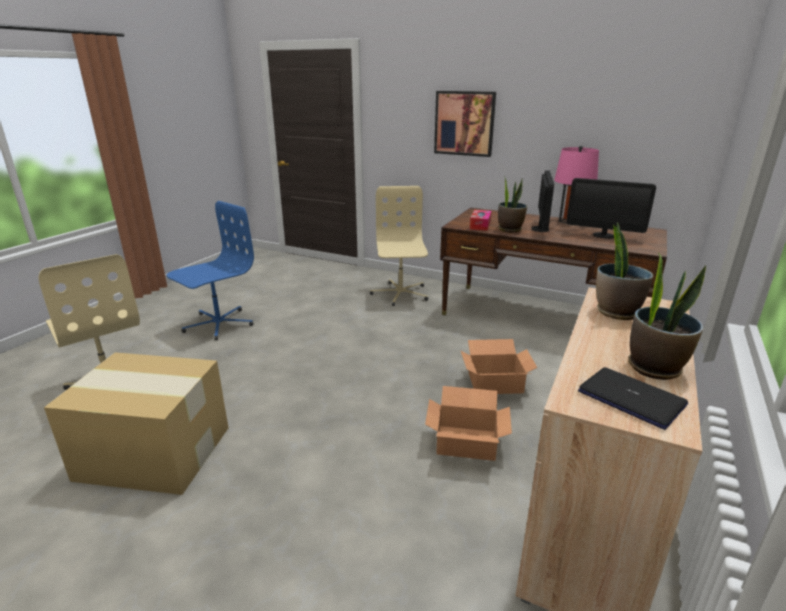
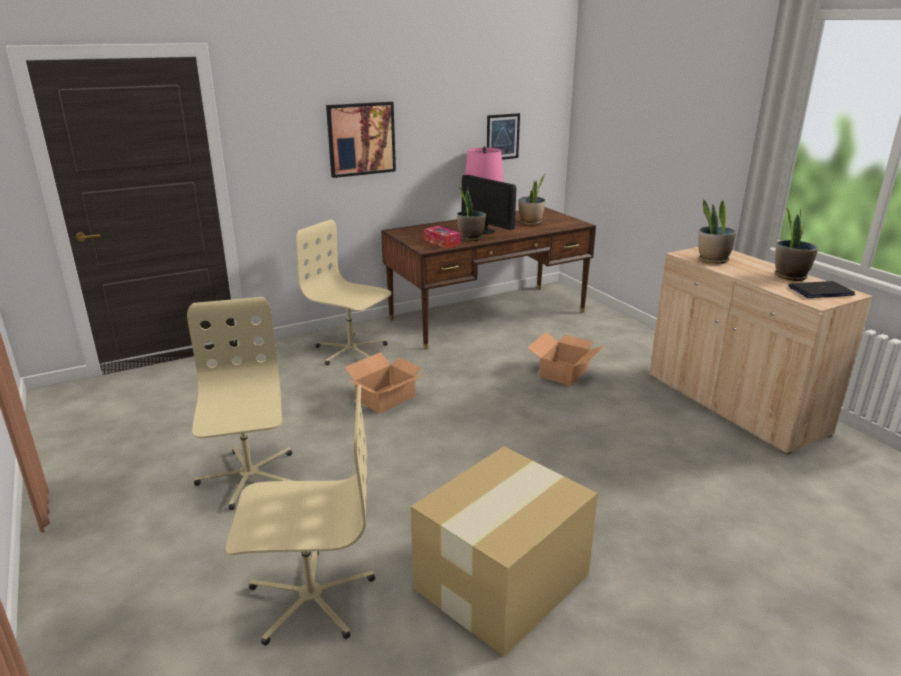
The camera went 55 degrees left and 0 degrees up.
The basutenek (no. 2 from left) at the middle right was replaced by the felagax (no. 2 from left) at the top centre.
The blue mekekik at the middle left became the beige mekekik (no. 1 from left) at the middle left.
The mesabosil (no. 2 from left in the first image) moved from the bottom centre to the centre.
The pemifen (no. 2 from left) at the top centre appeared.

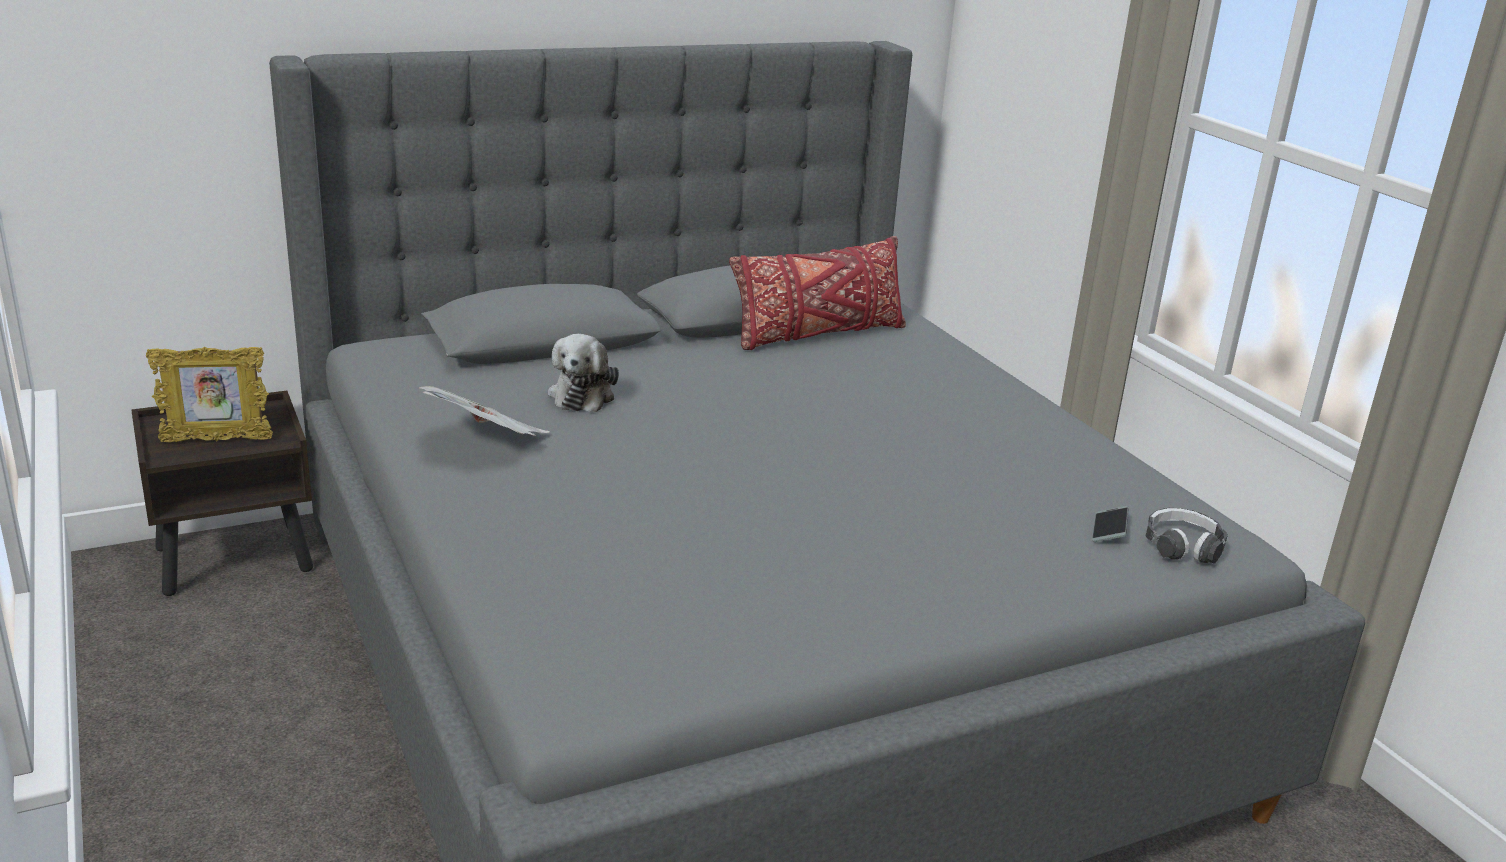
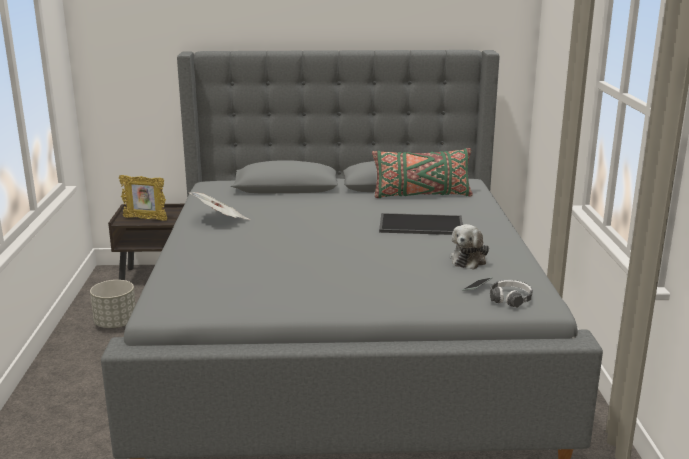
The camera went 25 degrees right and 5 degrees down.
The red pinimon at the centre became the green pinimon at the centre.
The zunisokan moved from the centre to the middle right.
The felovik at the centre appeared.
The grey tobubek at the middle left appeared.

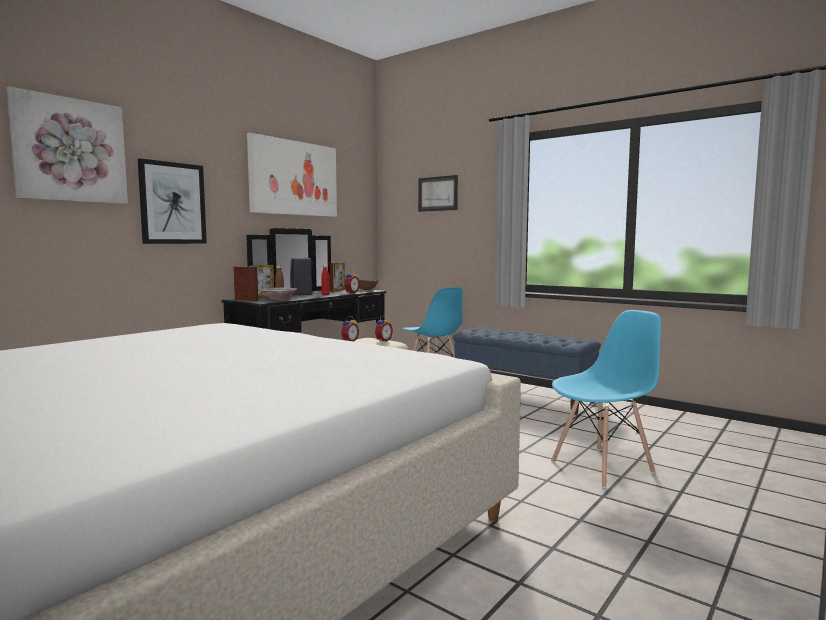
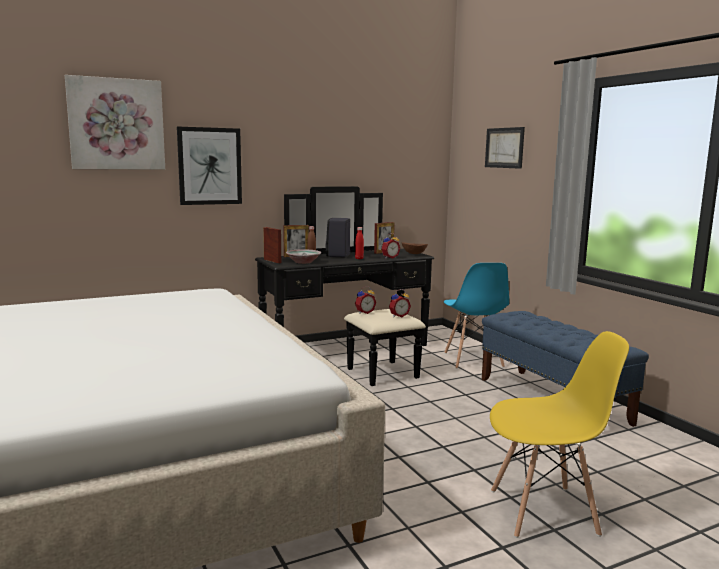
The camera went 25 degrees right and 5 degrees up.
The pemifen (no. 3 from left) at the top centre disappeared.
The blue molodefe (no. 2 from left) at the middle right became the yellow molodefe at the bottom right.

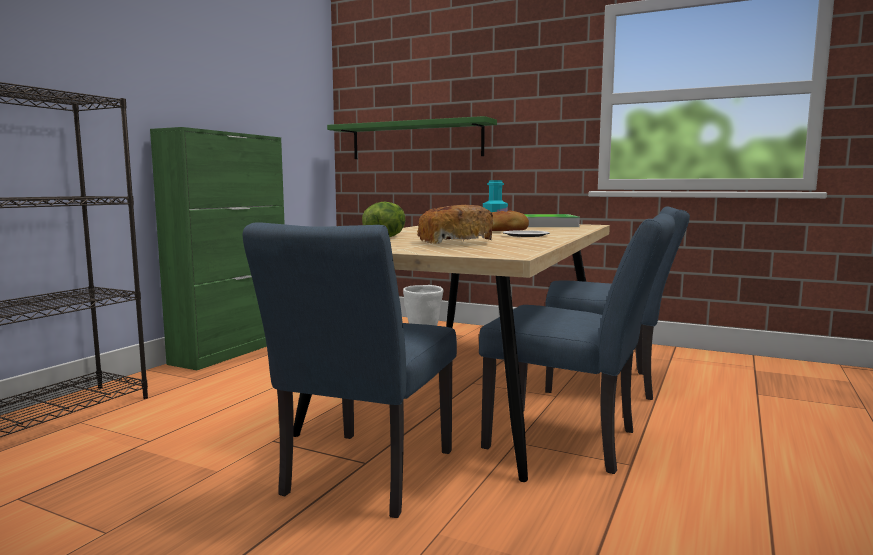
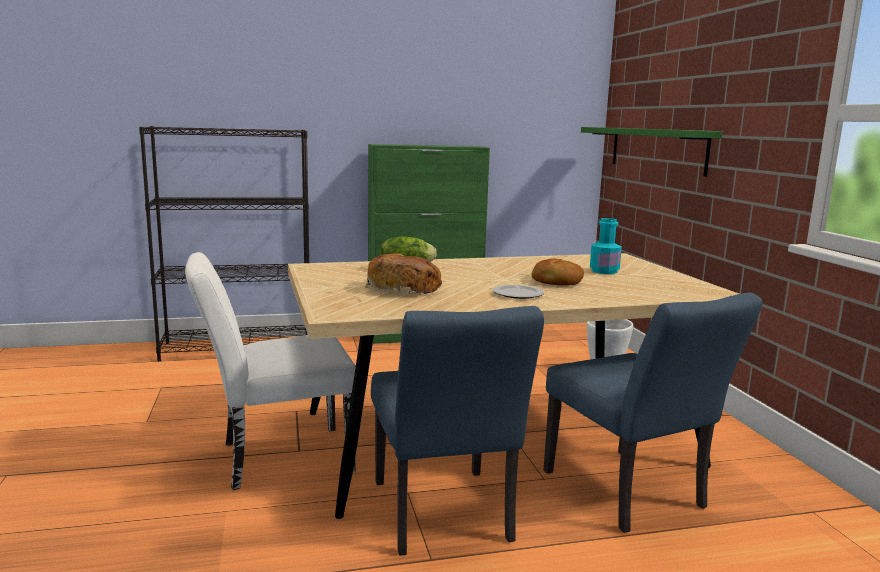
The camera went 50 degrees right and 5 degrees up.
The felovik at the centre disappeared.
The blue molodefe (no. 1 from left) at the bottom centre became the white molodefe at the middle left.

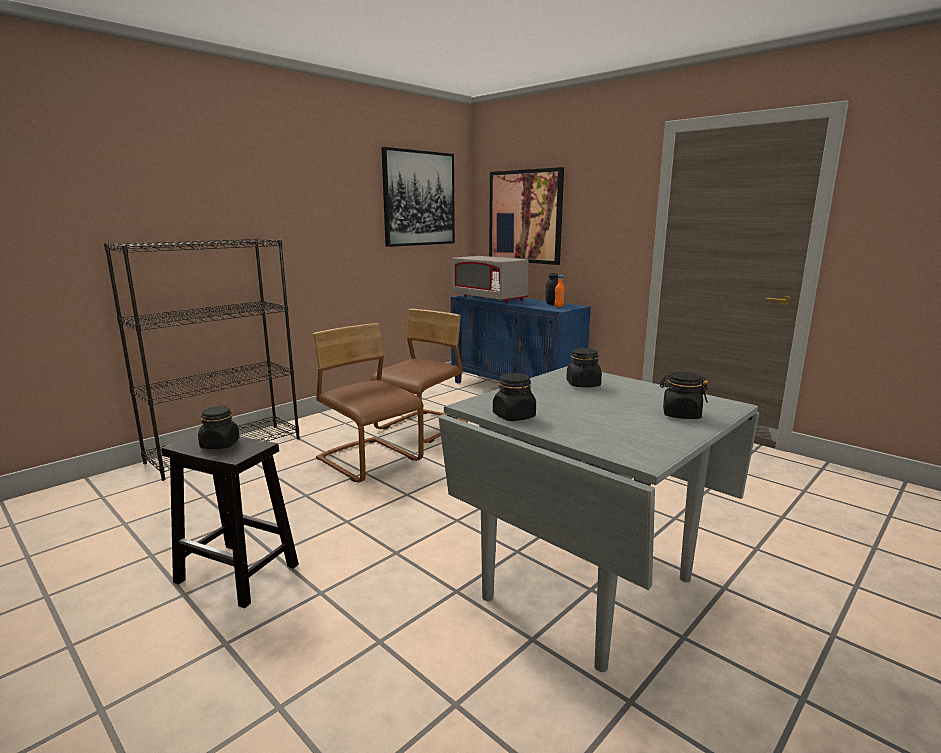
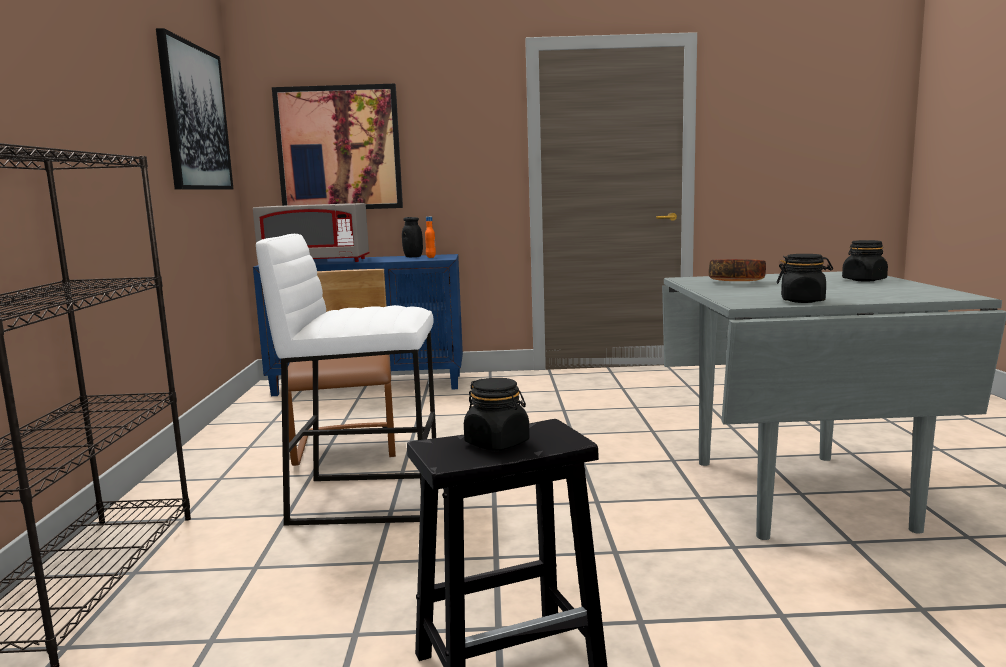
The camera went 45 degrees left and 5 degrees down.
The brown molodefe (no. 1 from left) at the centre was replaced by the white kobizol at the centre.
The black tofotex (no. 4 from left) at the centre was replaced by the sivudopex at the middle right.

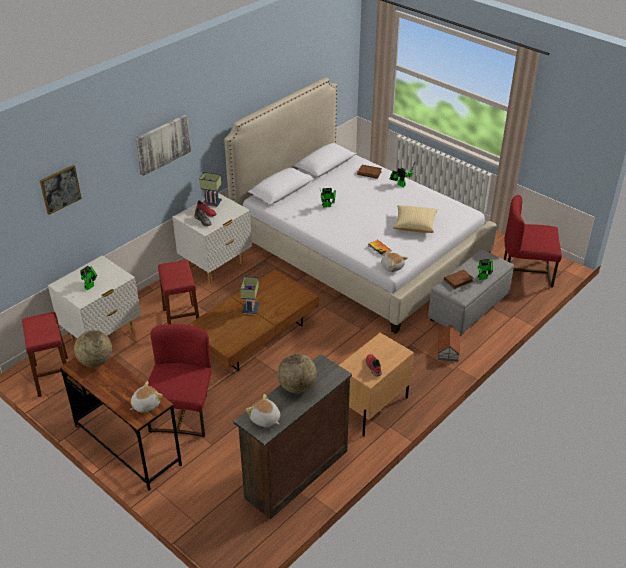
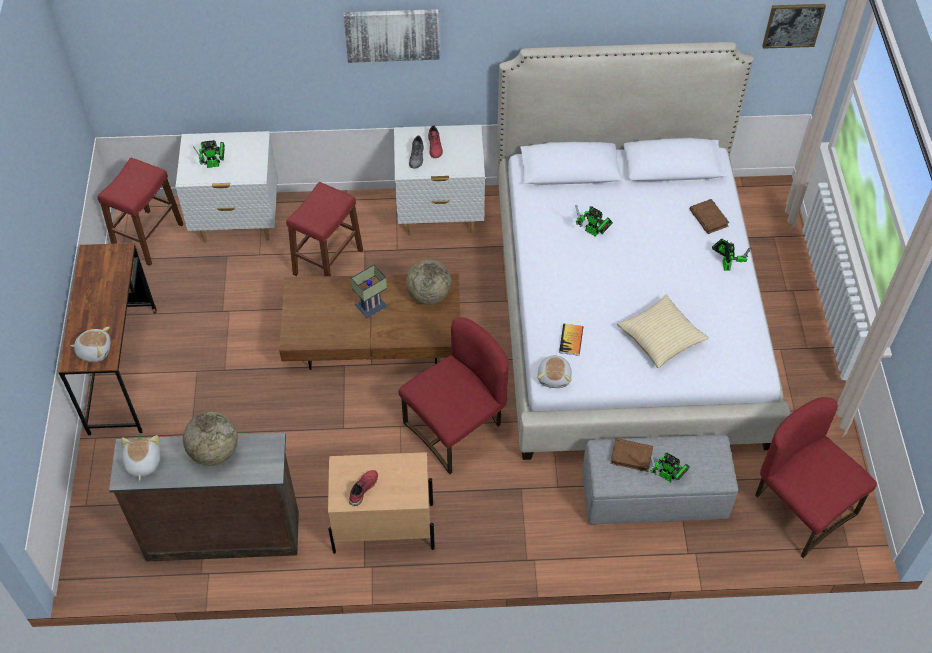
The camera went 45 degrees right and 15 degrees up.
The pemifen (no. 1 from left in the first image) moved from the middle left to the top right.
The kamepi (no. 1 from left) at the top centre disappeared.
The red molodefe (no. 1 from left) moved from the bottom left to the centre.
The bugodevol at the middle right disappeared.
The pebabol (no. 1 from left in the first image) moved from the middle left to the centre.

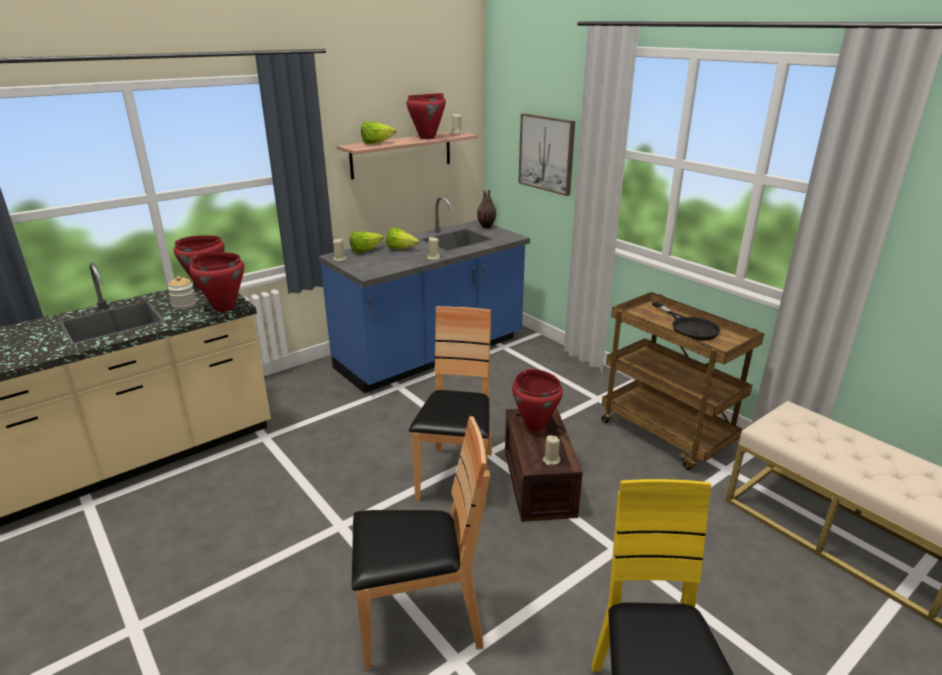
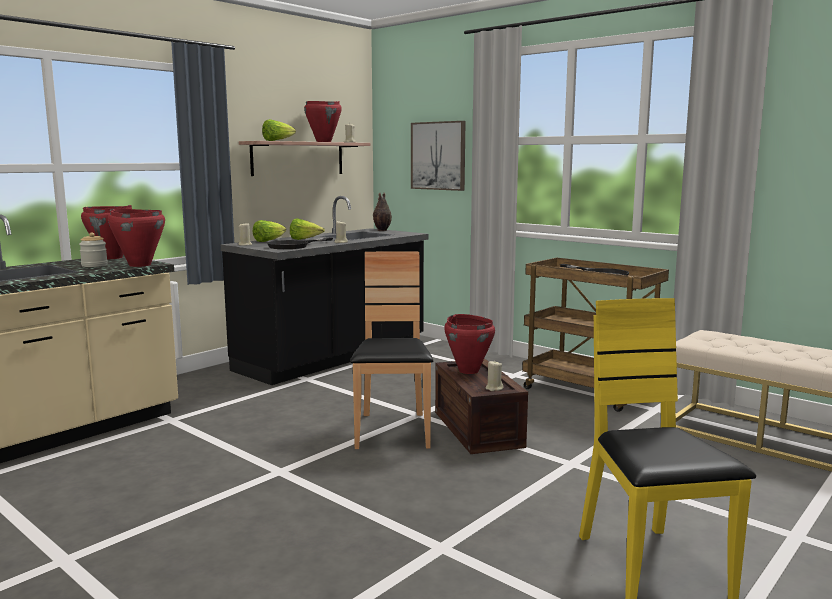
The camera went 10 degrees left and 15 degrees down.
The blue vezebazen at the centre became the black vezebazen at the centre.
The brown molodefe (no. 1 from left) at the bottom centre disappeared.
The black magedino (no. 1 from left) at the centre appeared.

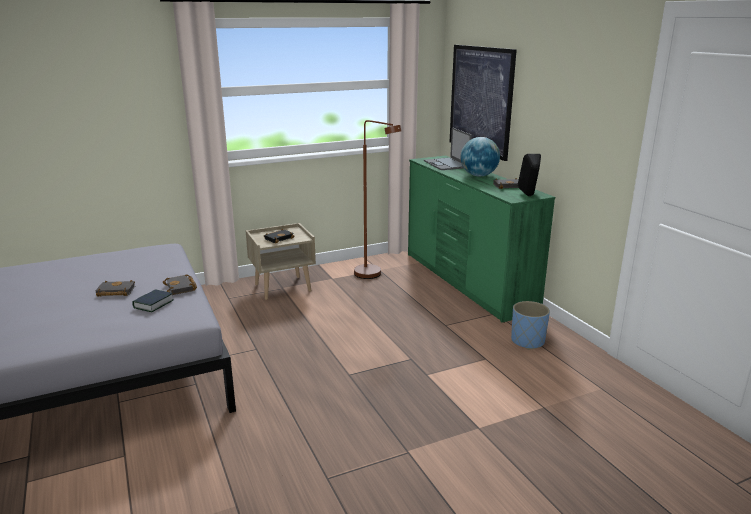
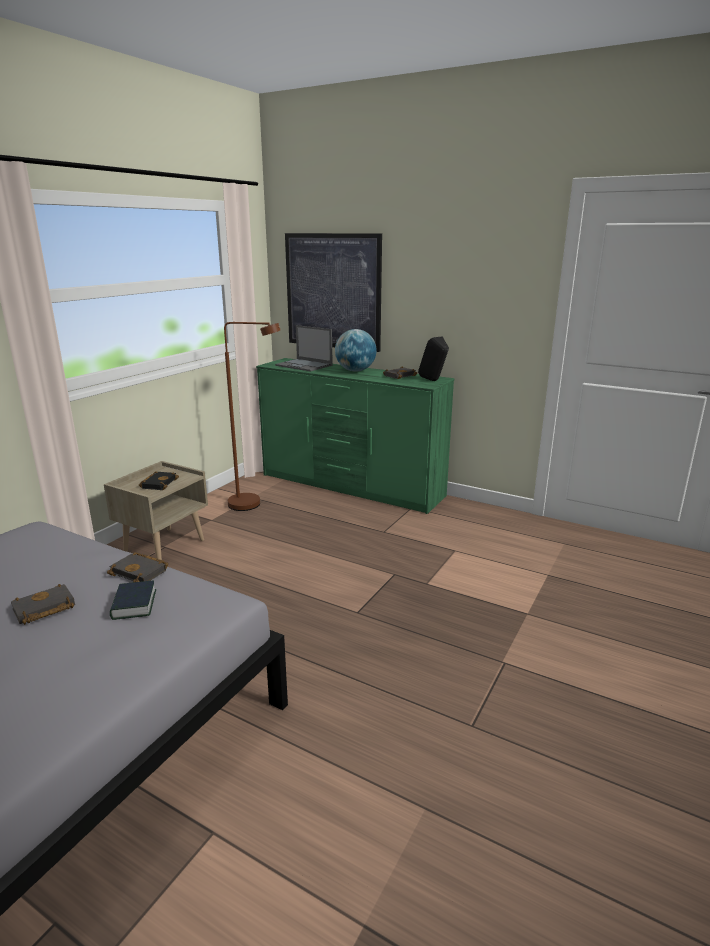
The camera went 35 degrees left and 0 degrees up.
The blue tobubek at the middle right disappeared.

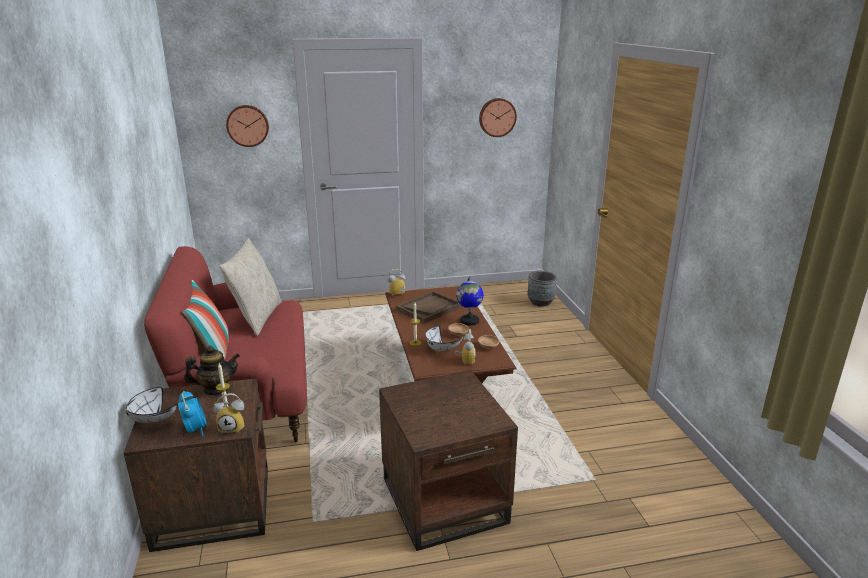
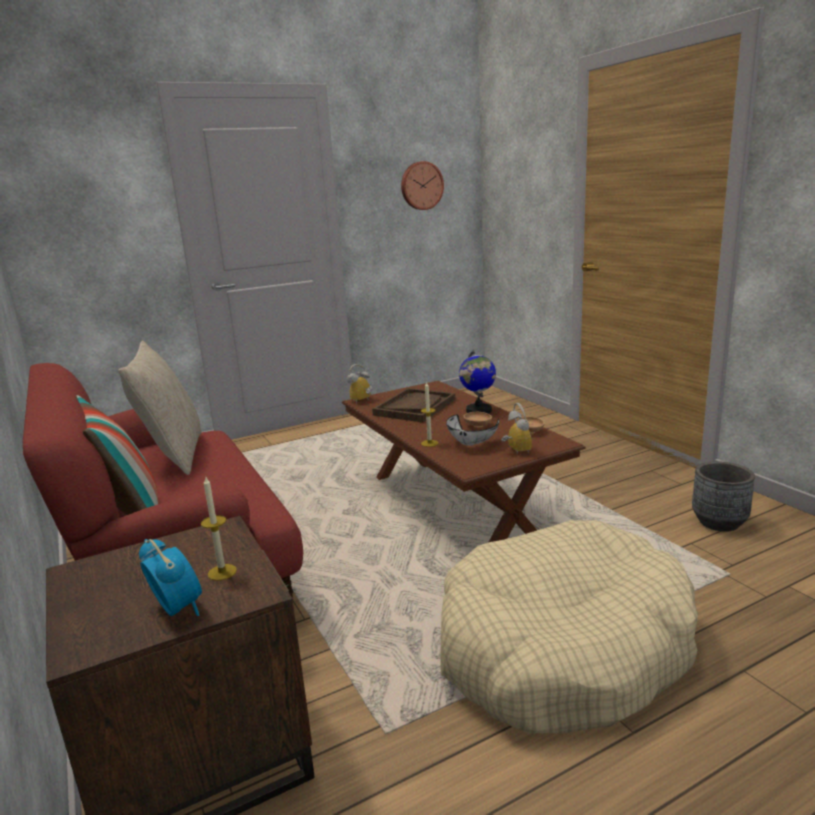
The camera went 15 degrees left and 5 degrees down.
The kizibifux (no. 1 from left) at the top left disappeared.
The grey tobubek moved from the centre to the middle right.
The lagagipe at the middle left disappeared.
The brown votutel (no. 2 from left) at the bottom centre was replaced by the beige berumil at the bottom right.
The white sivudopex (no. 1 from left) at the bottom left disappeared.
The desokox (no. 2 from left) at the bottom left disappeared.

